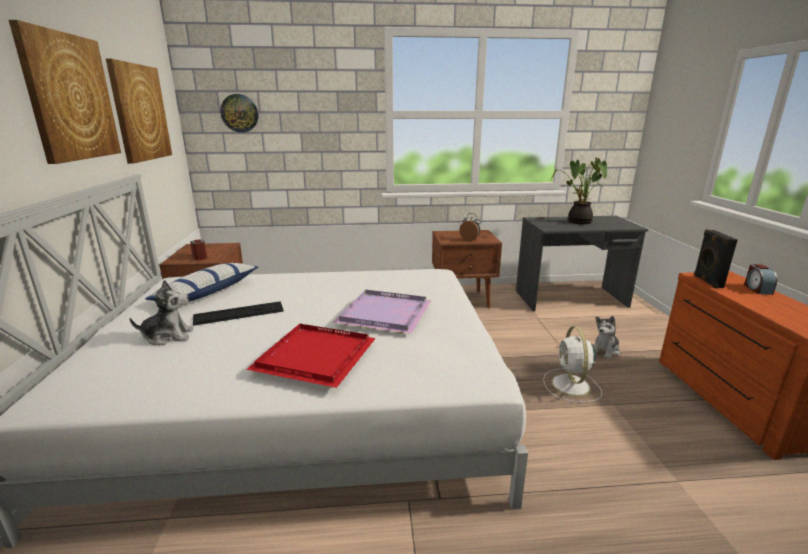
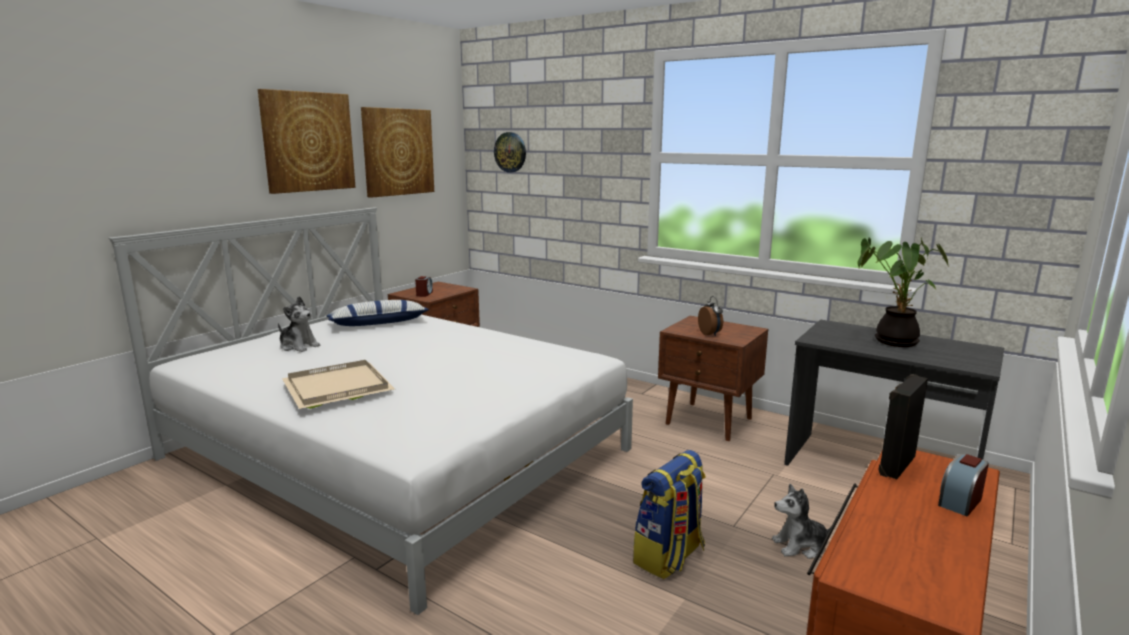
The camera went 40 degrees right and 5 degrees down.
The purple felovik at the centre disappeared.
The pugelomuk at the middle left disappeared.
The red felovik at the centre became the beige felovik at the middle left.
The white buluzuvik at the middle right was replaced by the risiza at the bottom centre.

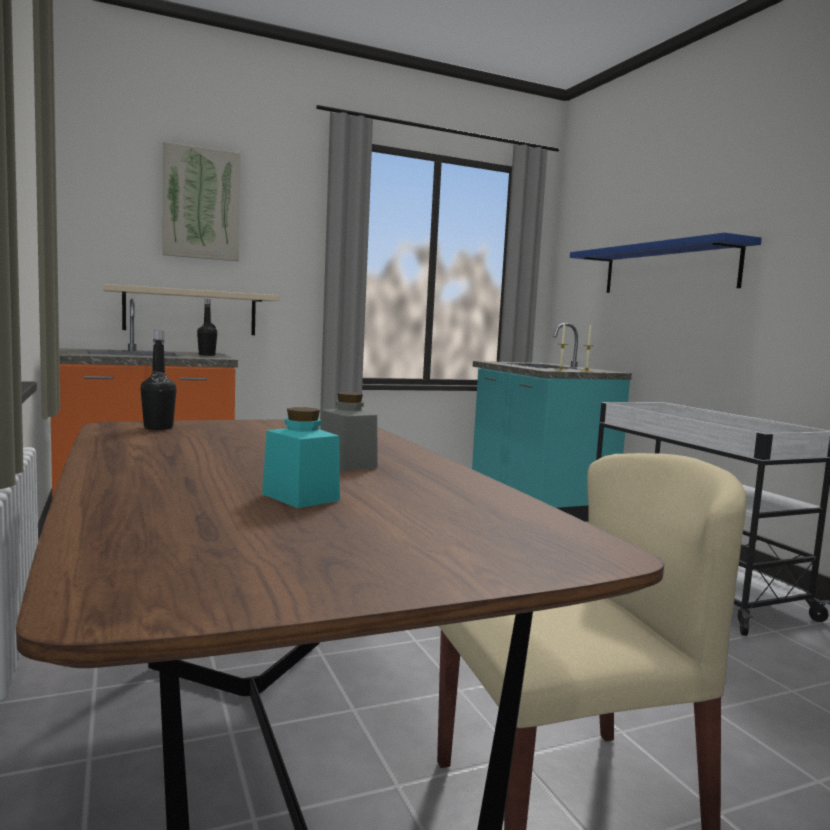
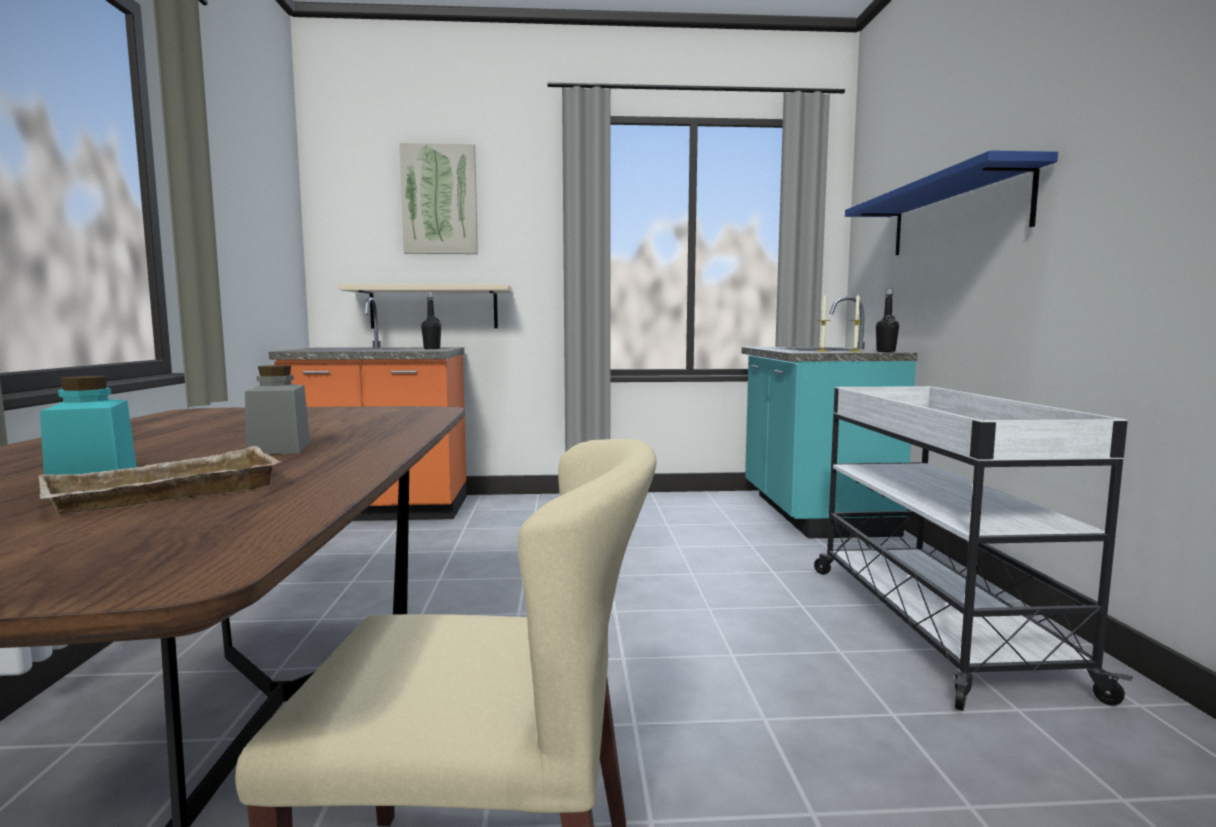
The camera went 20 degrees right and 0 degrees up.
The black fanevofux (no. 1 from left in the first image) moved from the middle left to the middle right.
The beige felovik at the middle left appeared.

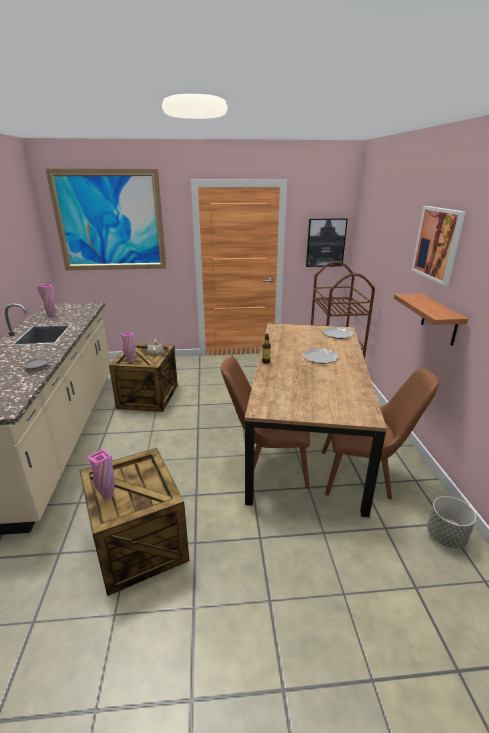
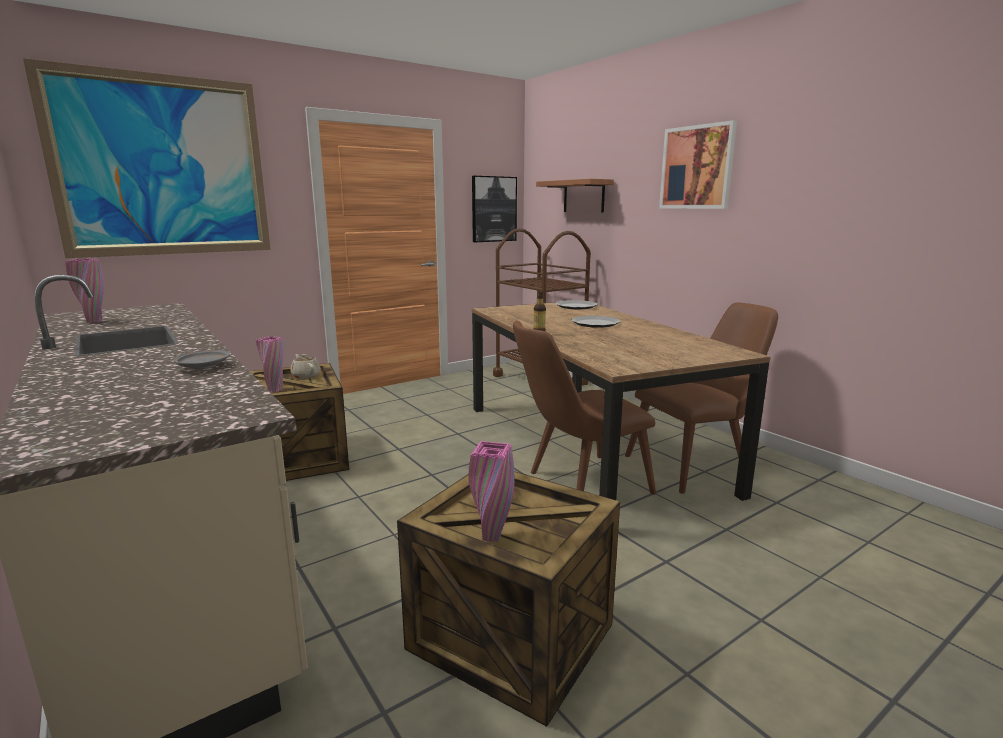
The camera went 30 degrees left and 10 degrees down.
The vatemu moved from the middle right to the top centre.
The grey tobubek at the bottom right disappeared.

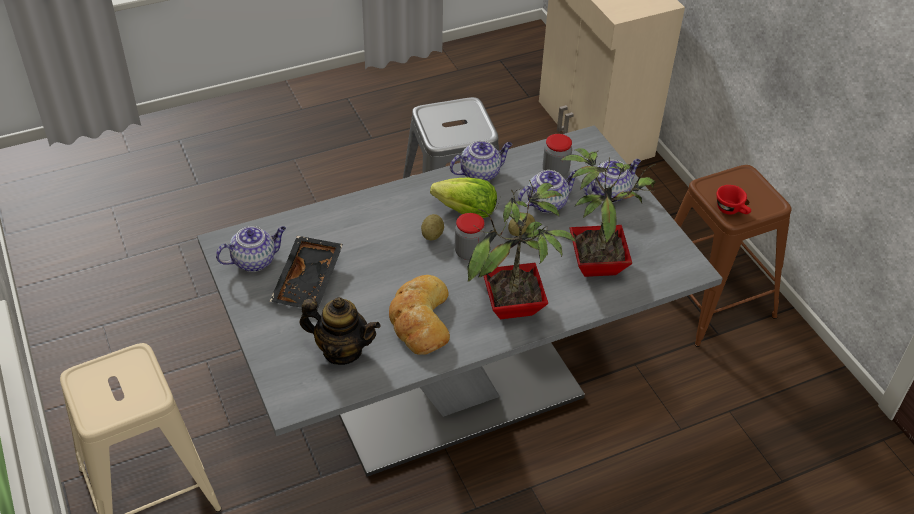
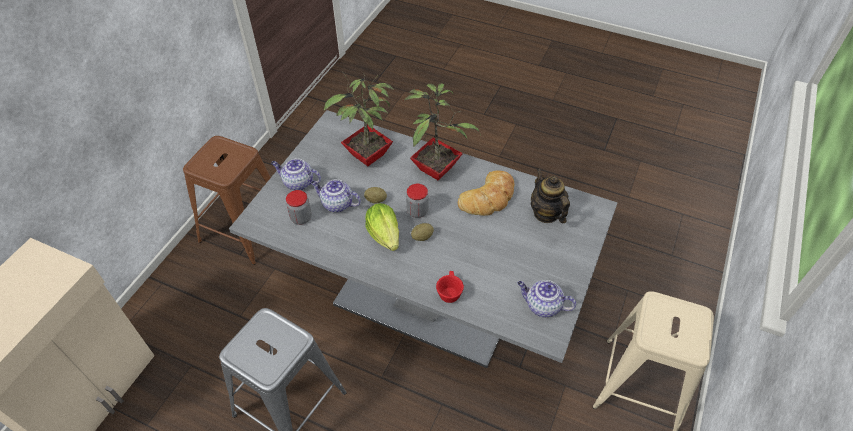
The camera went 130 degrees left and 5 degrees up.
The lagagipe (no. 3 from left) at the top centre disappeared.
The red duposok moved from the middle right to the centre.
The black felovik at the centre disappeared.

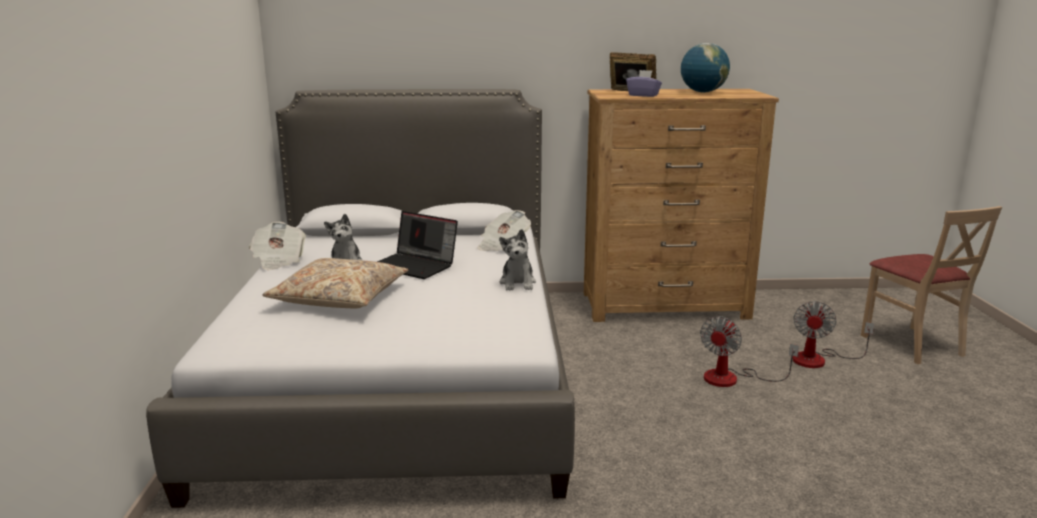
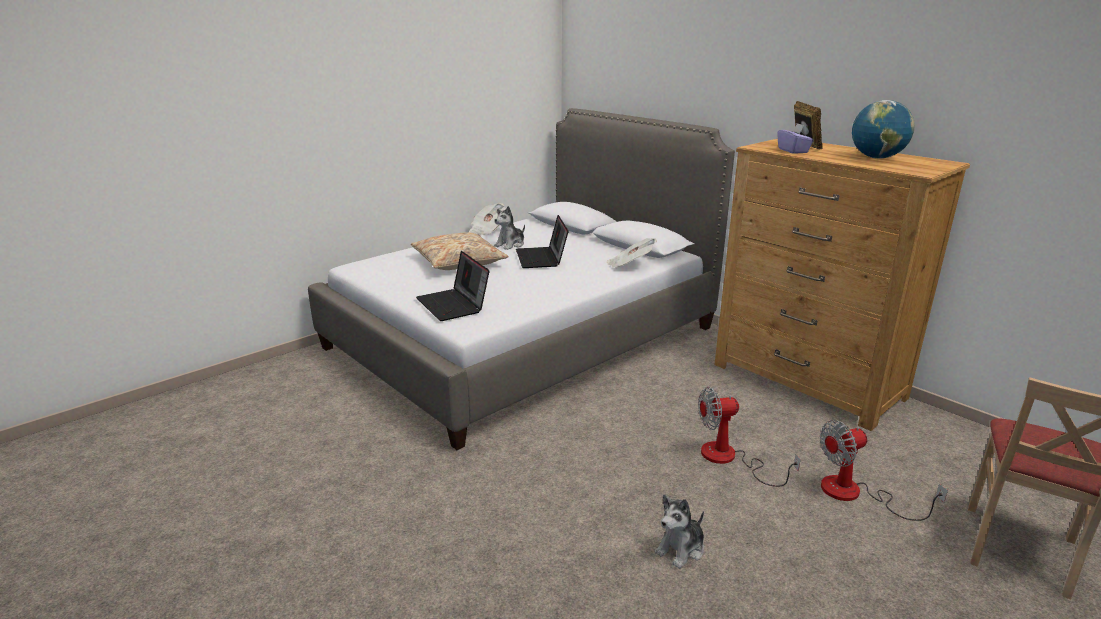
The camera went 50 degrees right and 5 degrees up.
The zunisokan (no. 2 from left) moved from the centre to the bottom centre.
The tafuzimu (no. 1 from left) at the centre appeared.

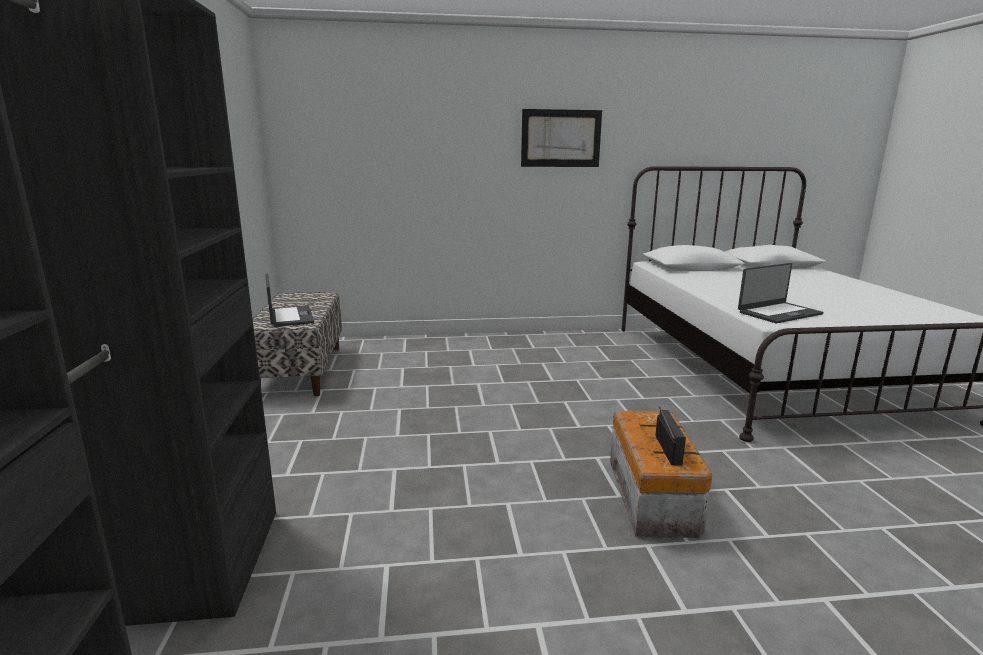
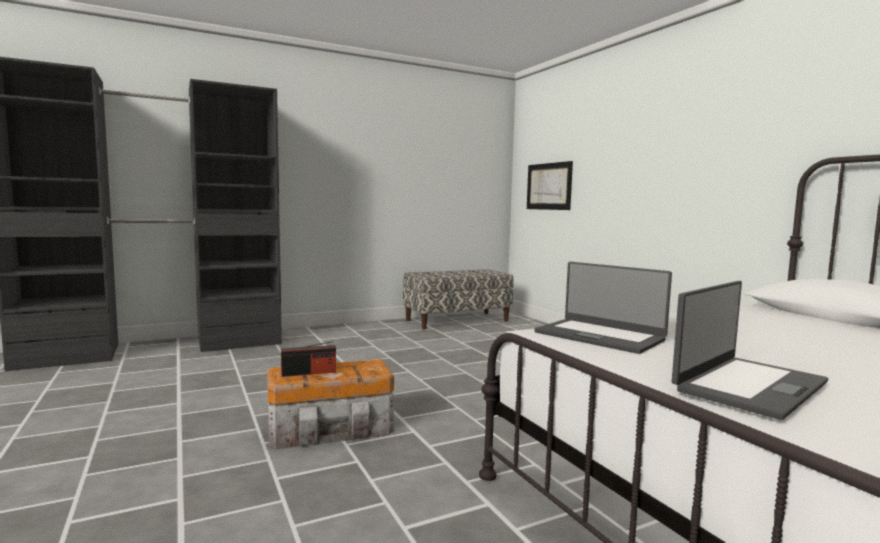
The camera went 70 degrees right and 10 degrees down.
The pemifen moved from the top centre to the centre.
The tafuzimu (no. 1 from left in the first image) moved from the middle left to the middle right.

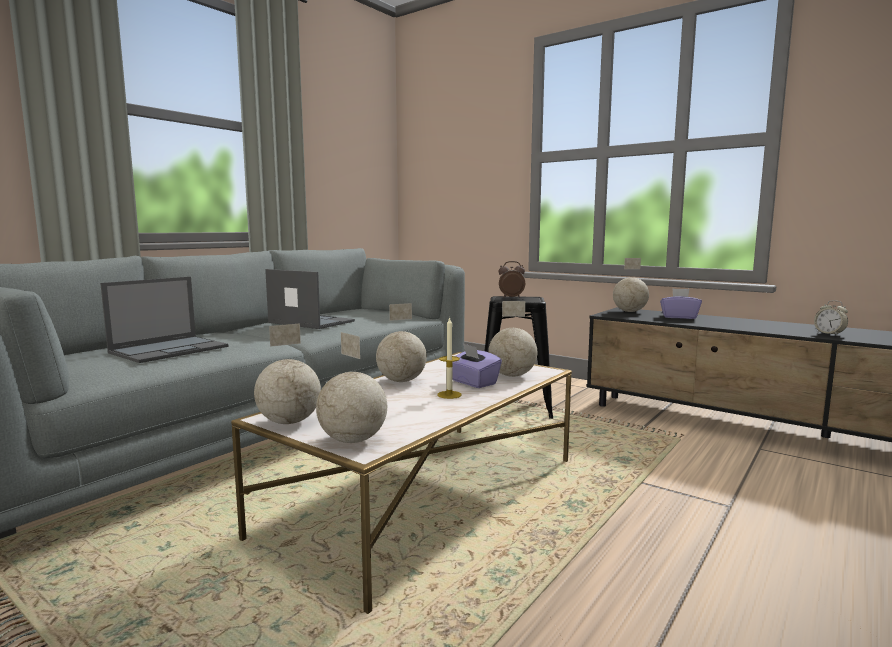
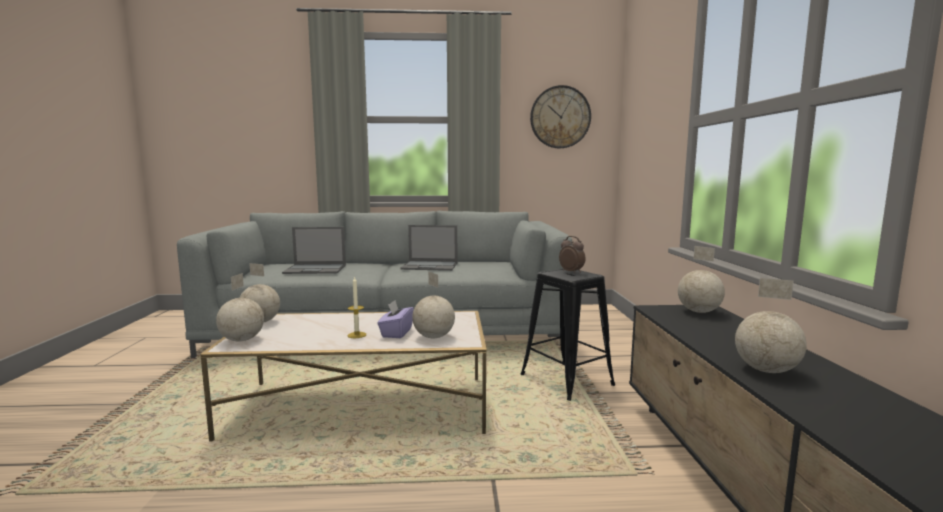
The camera went 50 degrees right and 0 degrees up.
The tafuzimu (no. 2 from left) at the centre turned 105 degrees clockwise.
The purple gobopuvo (no. 2 from left) at the middle right disappeared.
The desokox (no. 2 from left) at the middle right disappeared.
The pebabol (no. 3 from left in the first image) moved from the centre to the middle right.
The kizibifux at the top centre appeared.

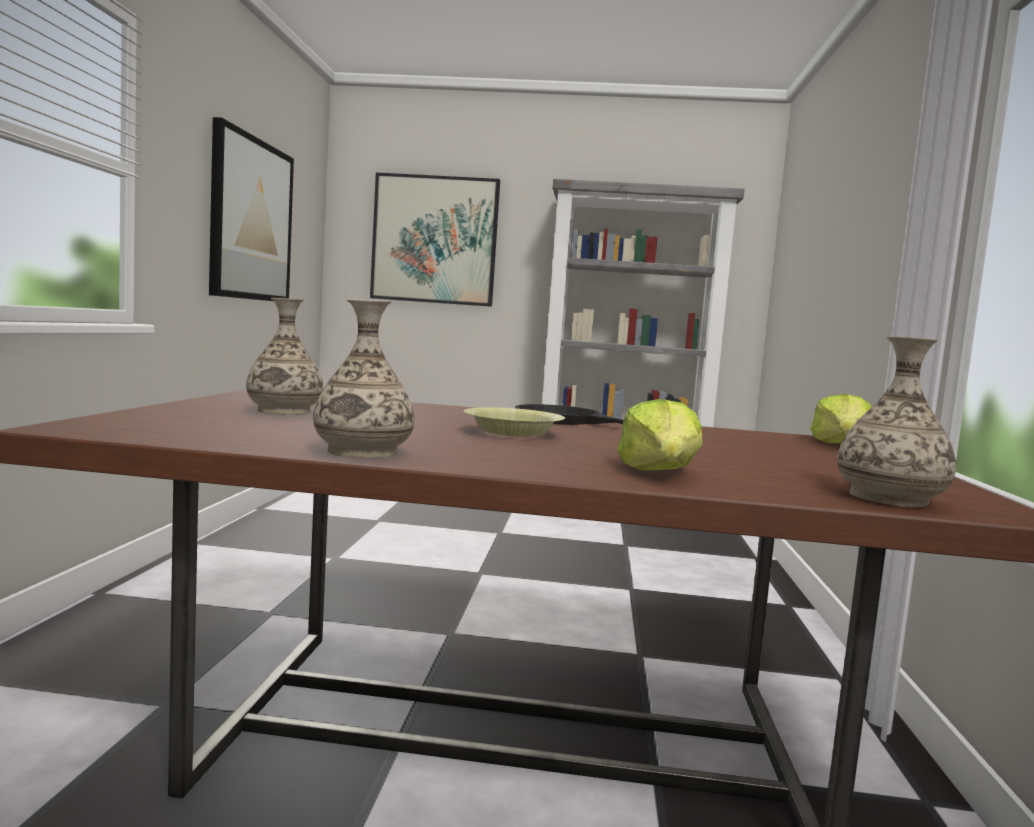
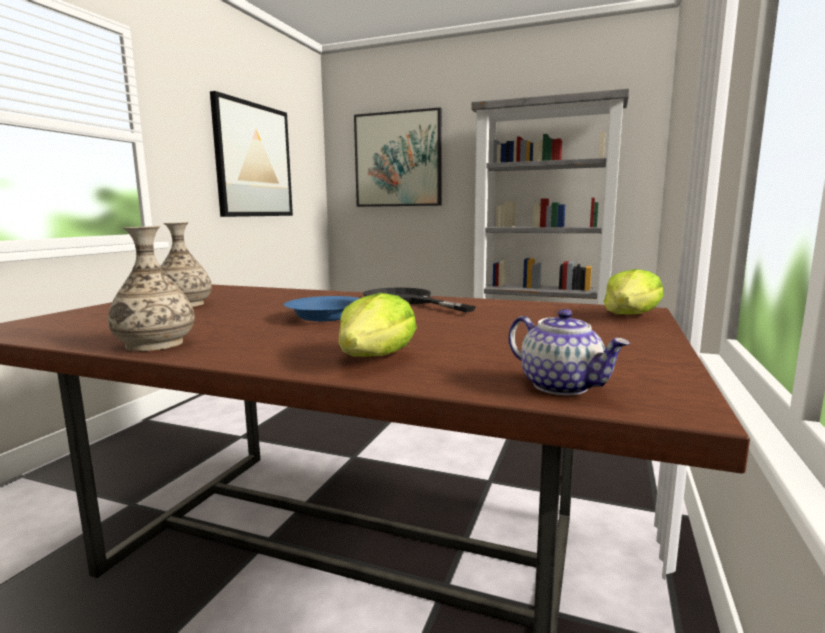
The camera went 15 degrees right and 5 degrees up.
The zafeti (no. 3 from left) at the middle right was replaced by the lagagipe at the middle right.
The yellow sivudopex at the centre became the blue sivudopex at the centre.

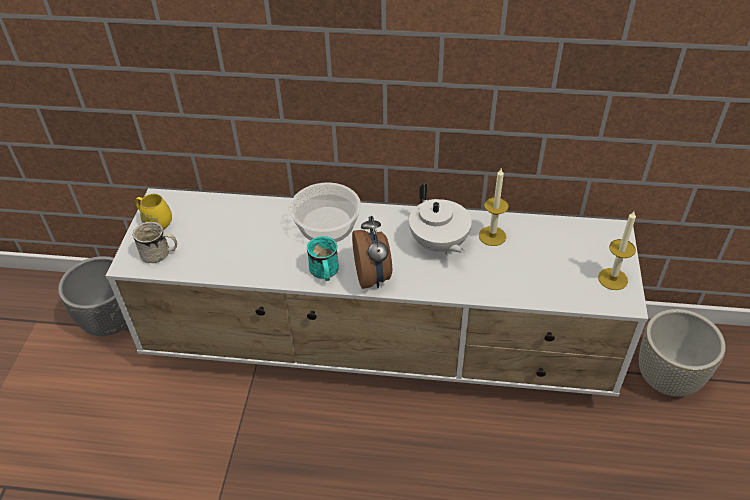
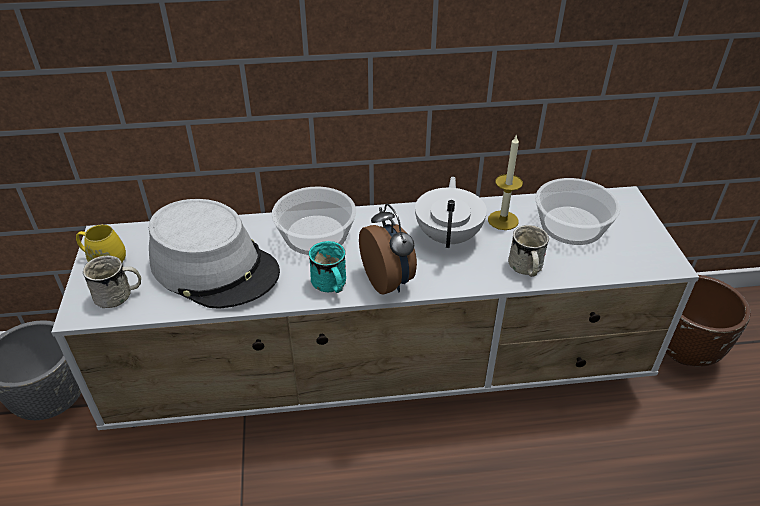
The camera went 15 degrees left and 5 degrees down.
The white lagagipe at the centre turned 135 degrees counterclockwise.
The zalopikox (no. 2 from left) at the middle right disappeared.
The grey tobubek (no. 2 from left) at the bottom right became the brown tobubek at the middle right.
The sivudopex (no. 2 from left) at the middle right appeared.
The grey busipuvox at the middle left appeared.
The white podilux (no. 2 from left) at the middle right appeared.

